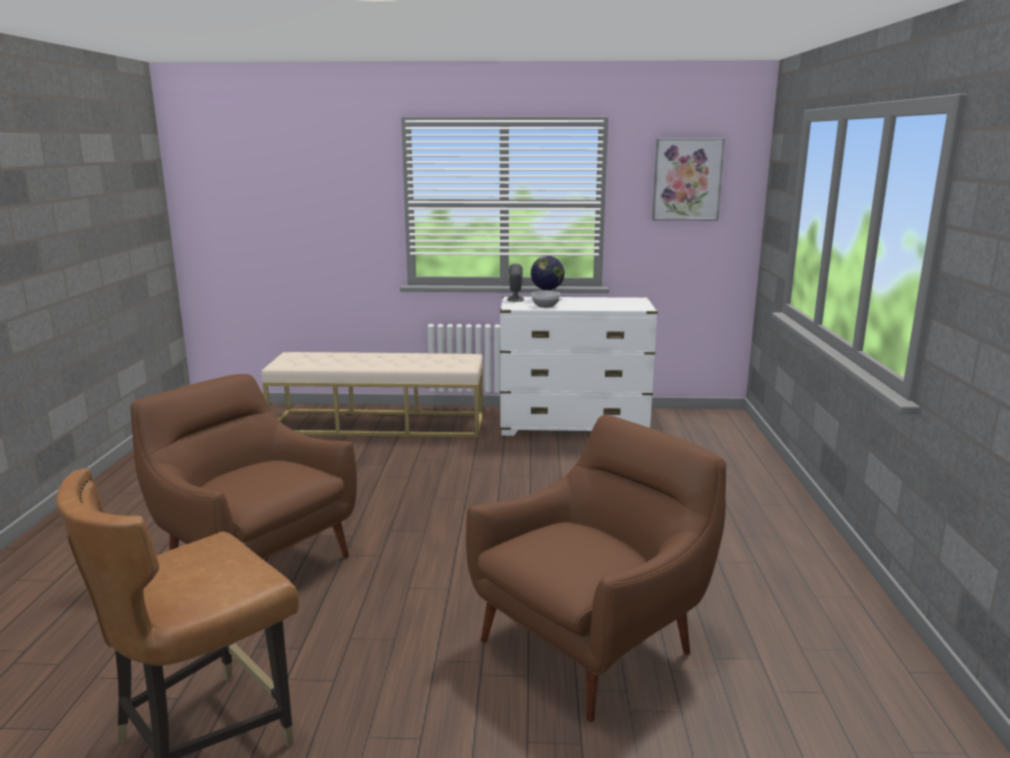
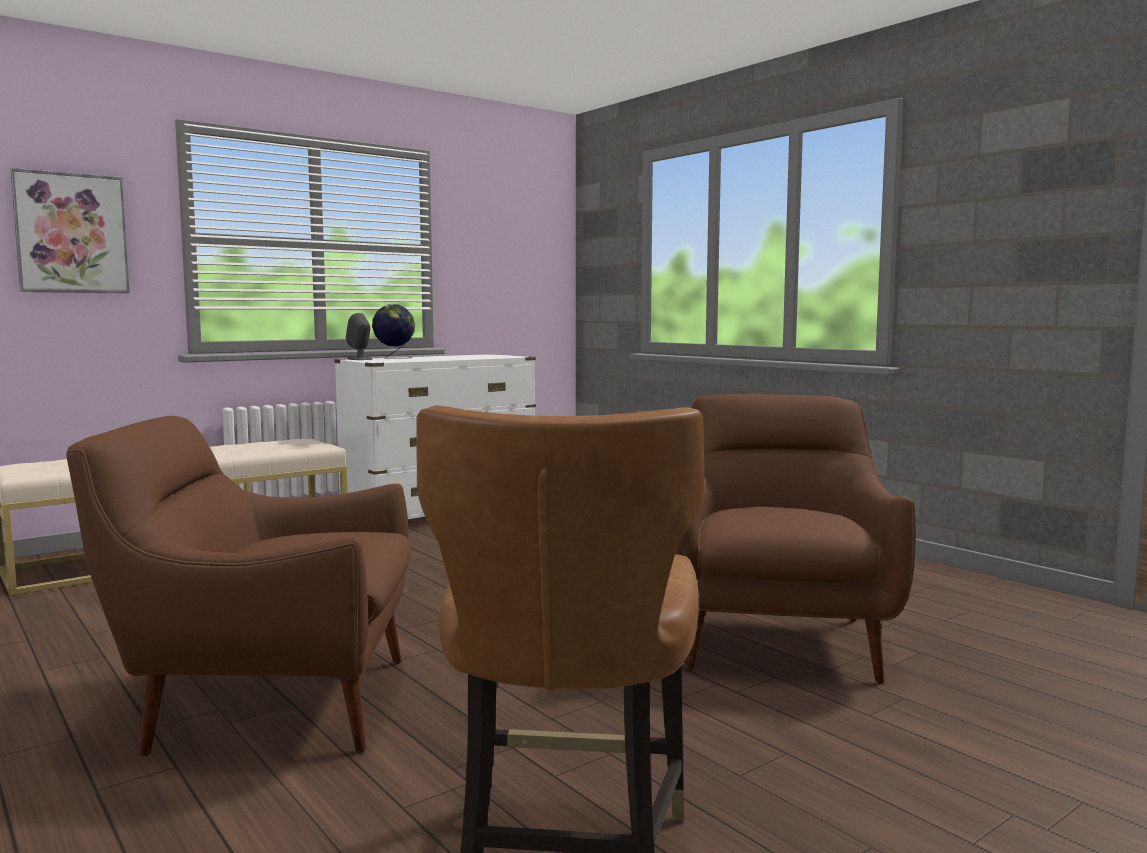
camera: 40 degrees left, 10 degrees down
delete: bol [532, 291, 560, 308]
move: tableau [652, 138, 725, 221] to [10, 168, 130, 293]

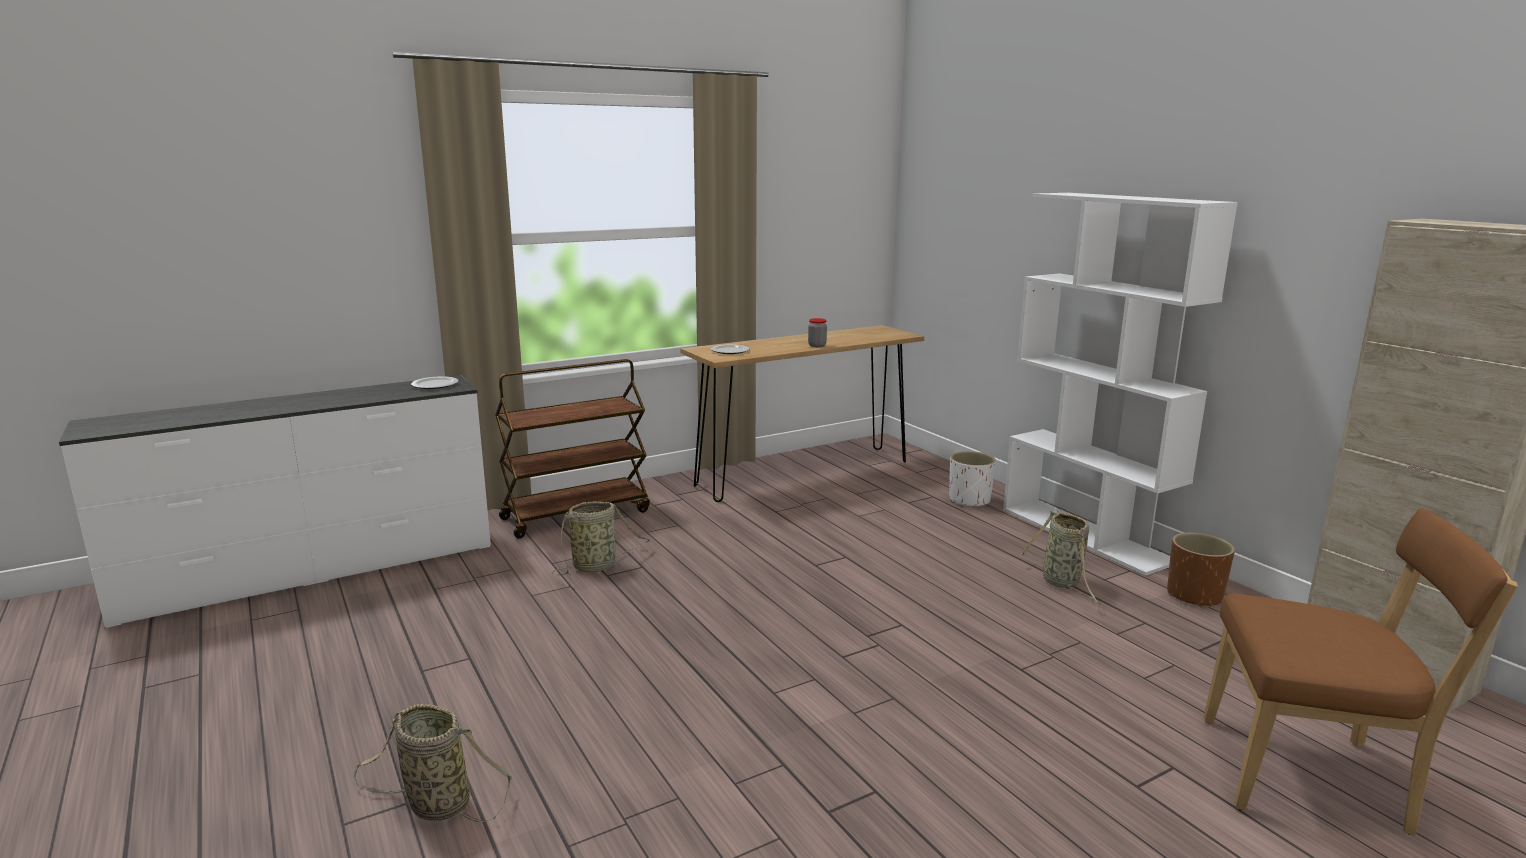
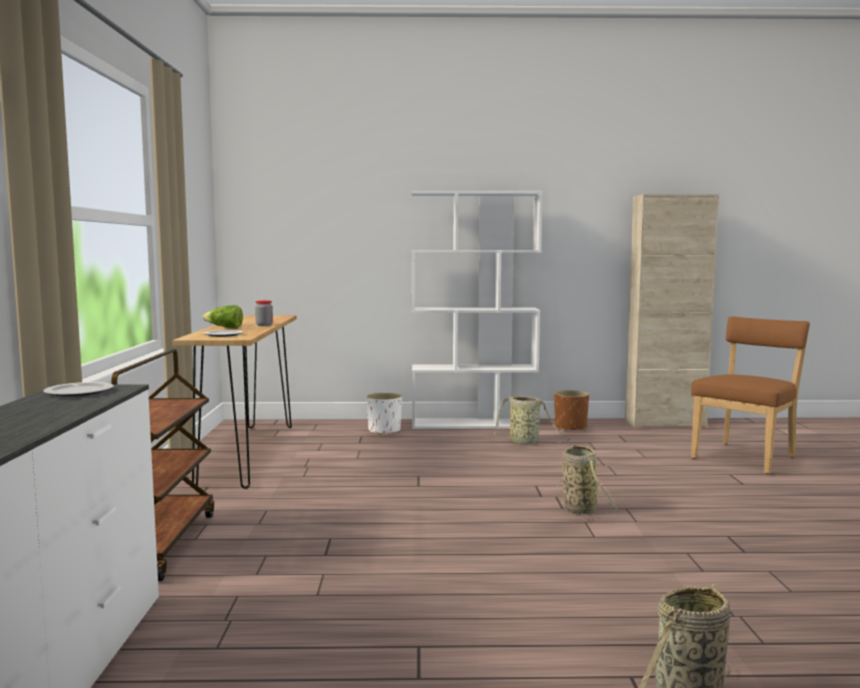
camera: 60 degrees left, 10 degrees down
insert: laitue [202, 305, 243, 328]
move: panier [552, 501, 651, 575] to [557, 445, 617, 521]

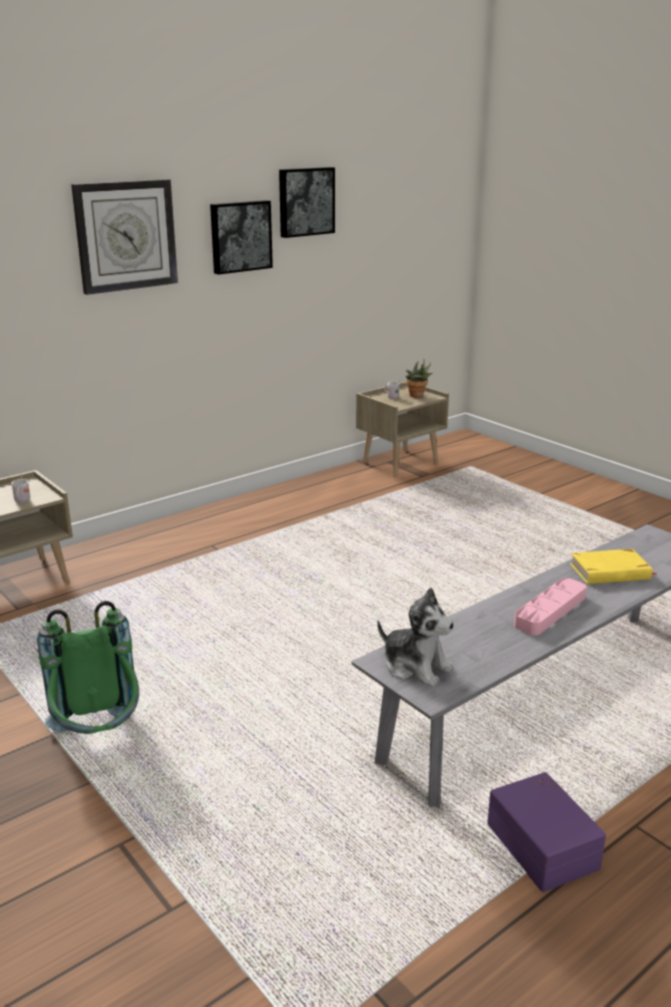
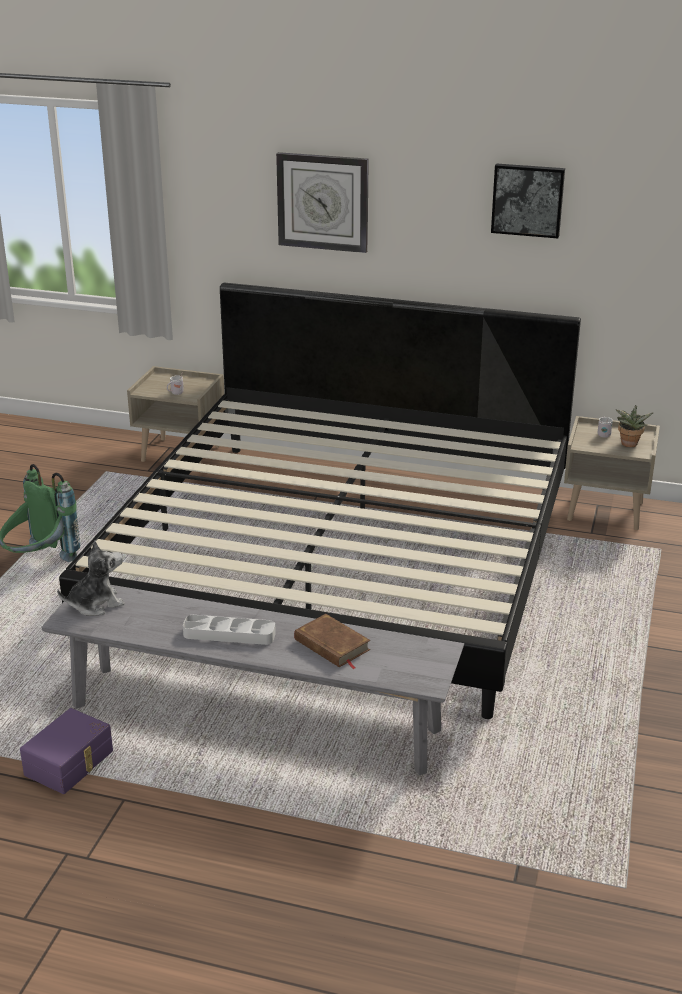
camera: 55 degrees right, 5 degrees up
delete: tableau [210, 200, 273, 275]
insert: lit [59, 282, 581, 719]
recolor: plateau [rose] [514, 578, 586, 635] to plateau [gris] [183, 615, 276, 645]; livre [jaune] [570, 549, 658, 584] to livre [marron] [294, 614, 370, 669]
rotate: peluche [377, 587, 454, 687] = [57, 540, 125, 616] 120 degrees counterclockwise

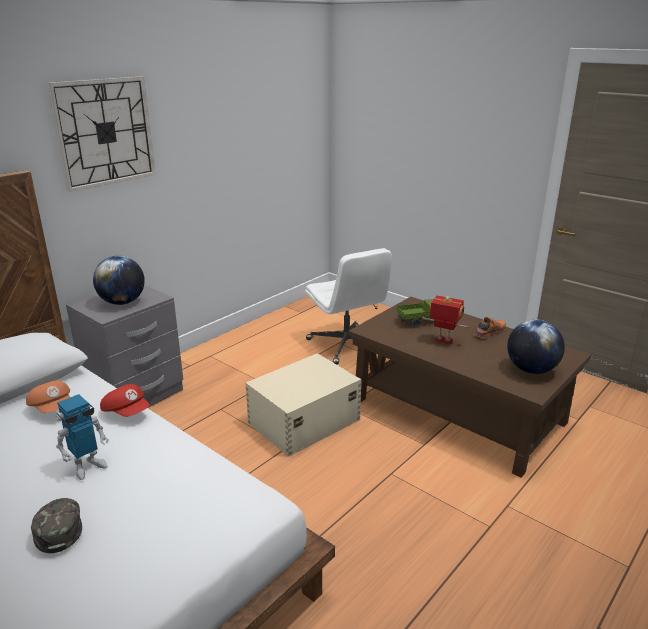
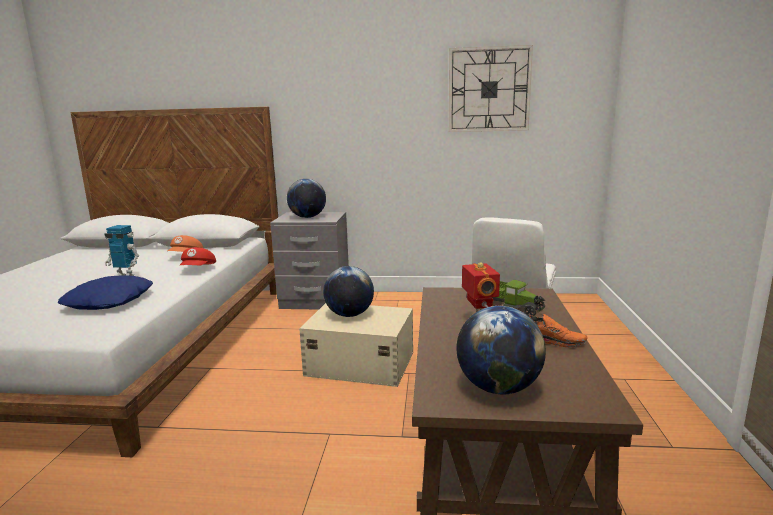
camera: 55 degrees right, 10 degrees down
delete: casquette [vert] [31, 498, 82, 553]
insert: coussin [bleu] [58, 275, 153, 310]; globe [323, 266, 374, 317]
move: horloge murale [47, 76, 156, 192] to [449, 45, 533, 132]

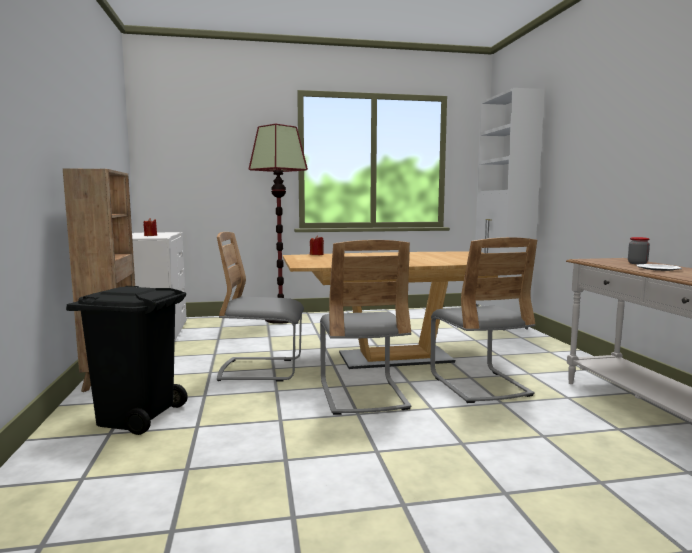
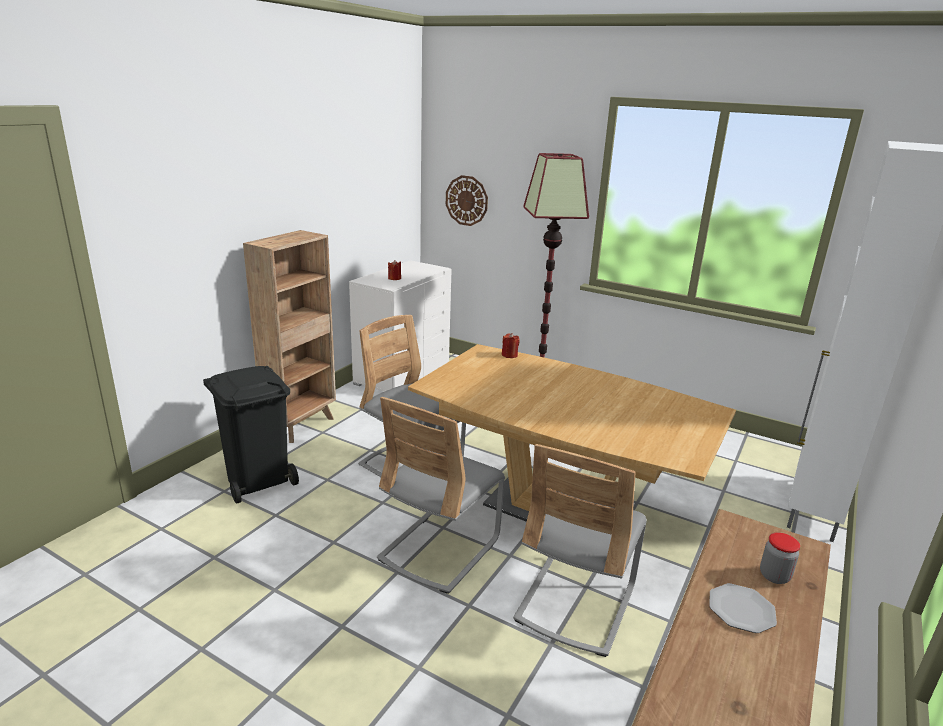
camera: 40 degrees right, 15 degrees up
insert: horloge murale [446, 175, 488, 226]

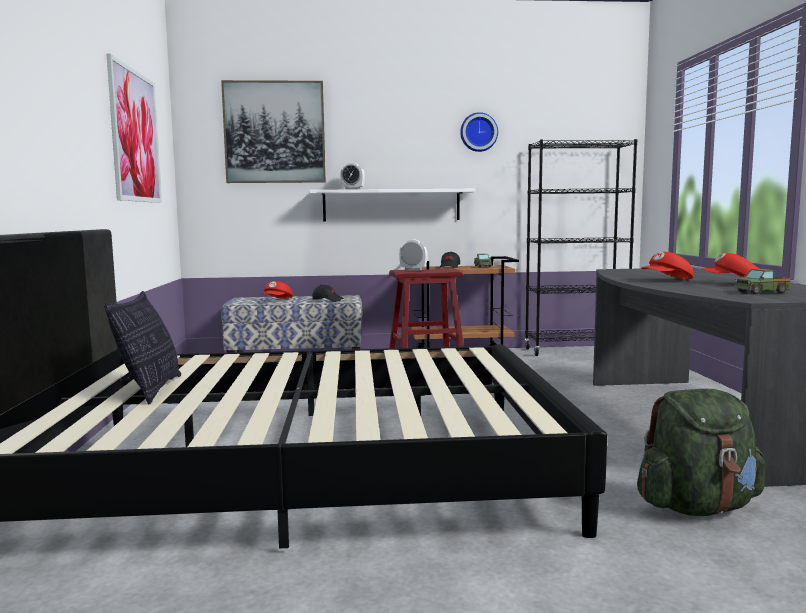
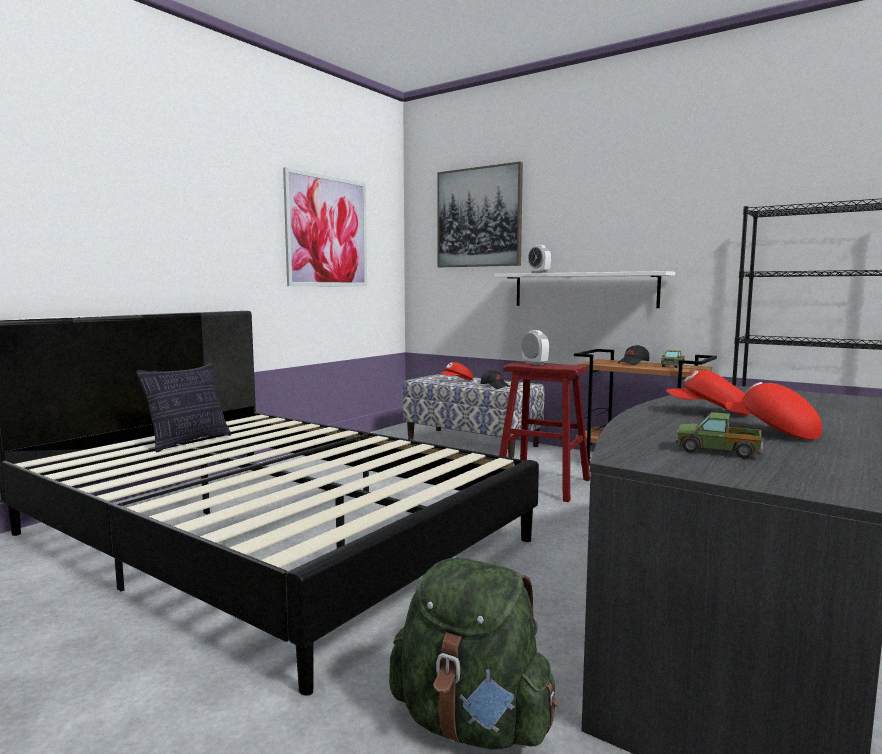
camera: 40 degrees right, 0 degrees up
delete: horloge murale [460, 112, 498, 152]

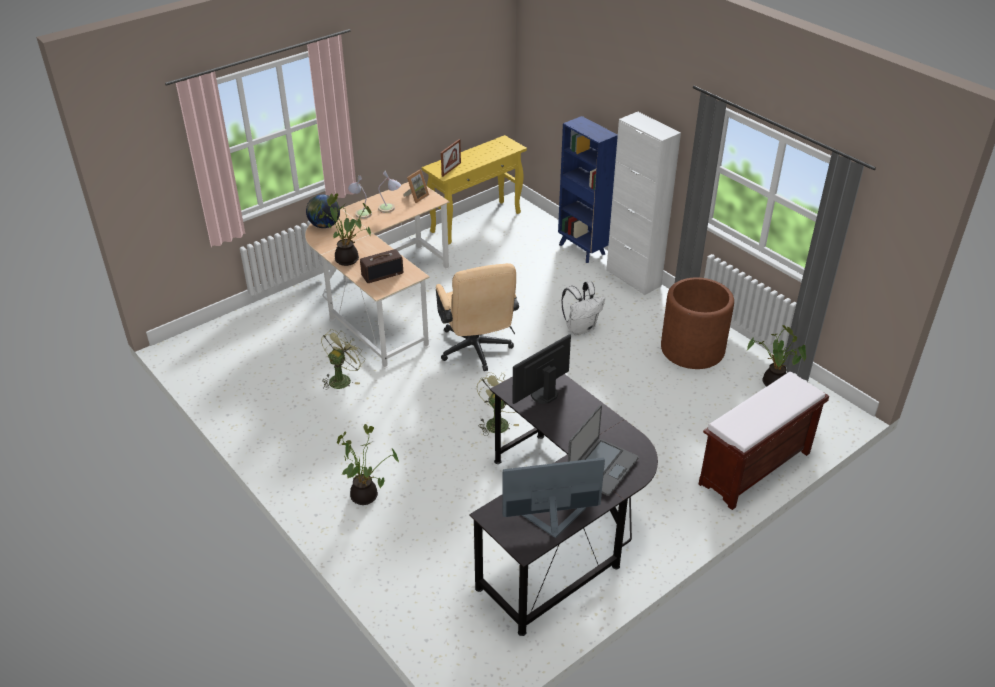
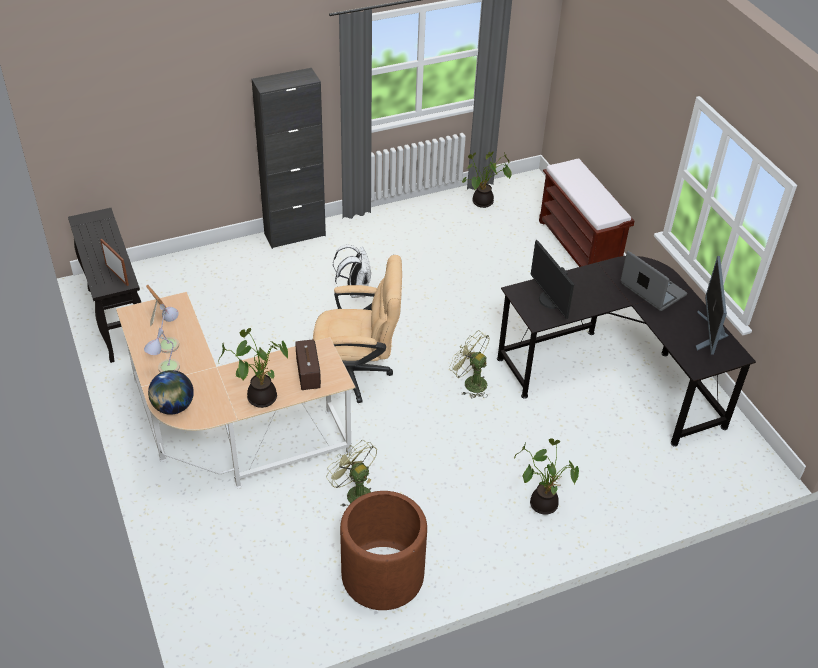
camera: 75 degrees left, 5 degrees up
delete: bibliothèque [bleu] [558, 116, 618, 263]
move: cache-pot [marron] [661, 278, 734, 369] to [340, 491, 427, 610]
recolor: table console [jaune] [422, 135, 527, 244] to table console [noir] [68, 208, 141, 363]; meuble de rangement [blanc] [606, 112, 681, 295] to meuble de rangement [noir] [252, 68, 326, 249]

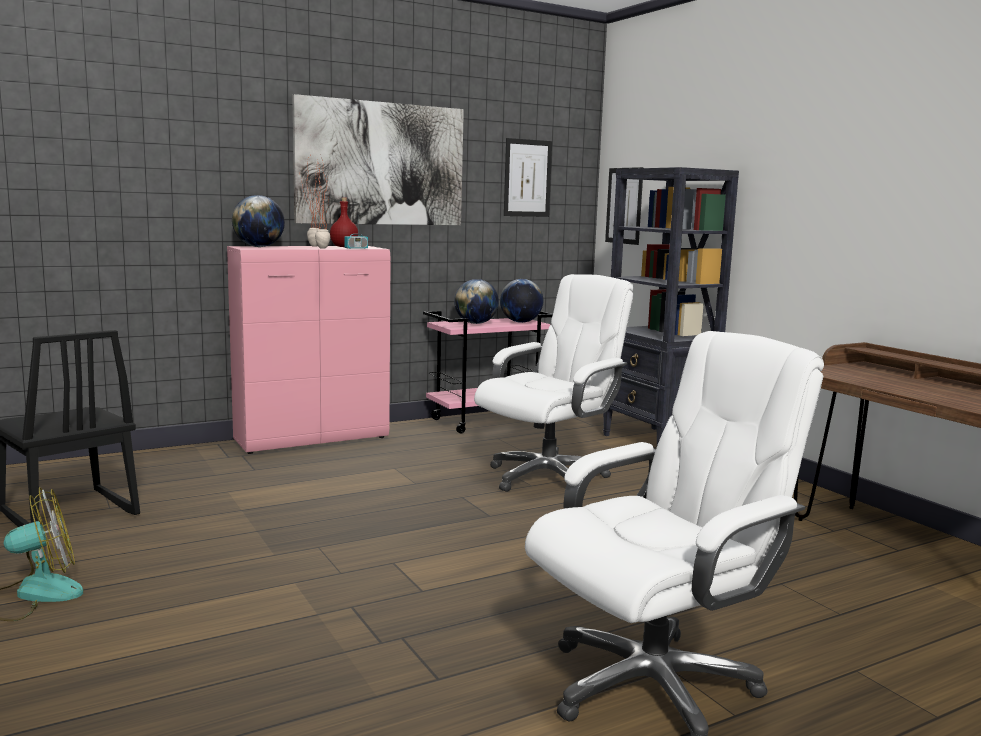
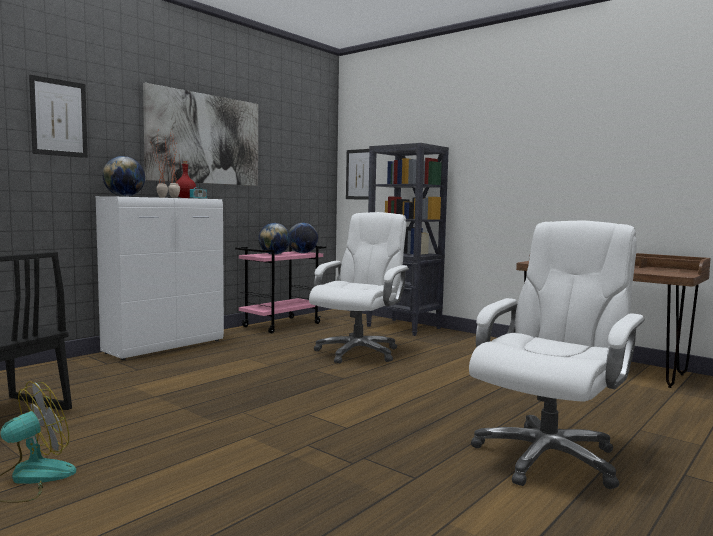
camera: 20 degrees left, 5 degrees down
move: tableau [504, 138, 552, 217] to [29, 75, 88, 158]
recolor: meuble de rangement [rose] [227, 246, 390, 454] to meuble de rangement [blanc] [96, 196, 224, 360]

